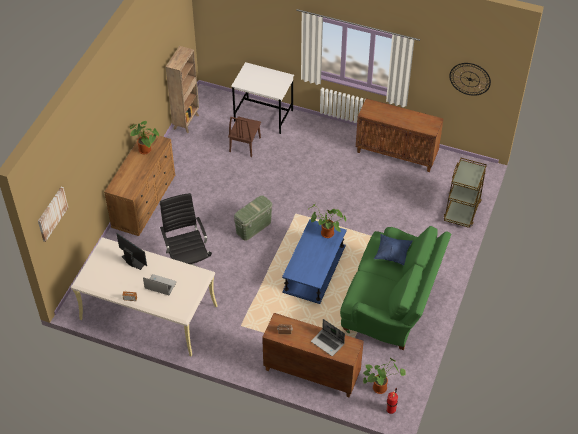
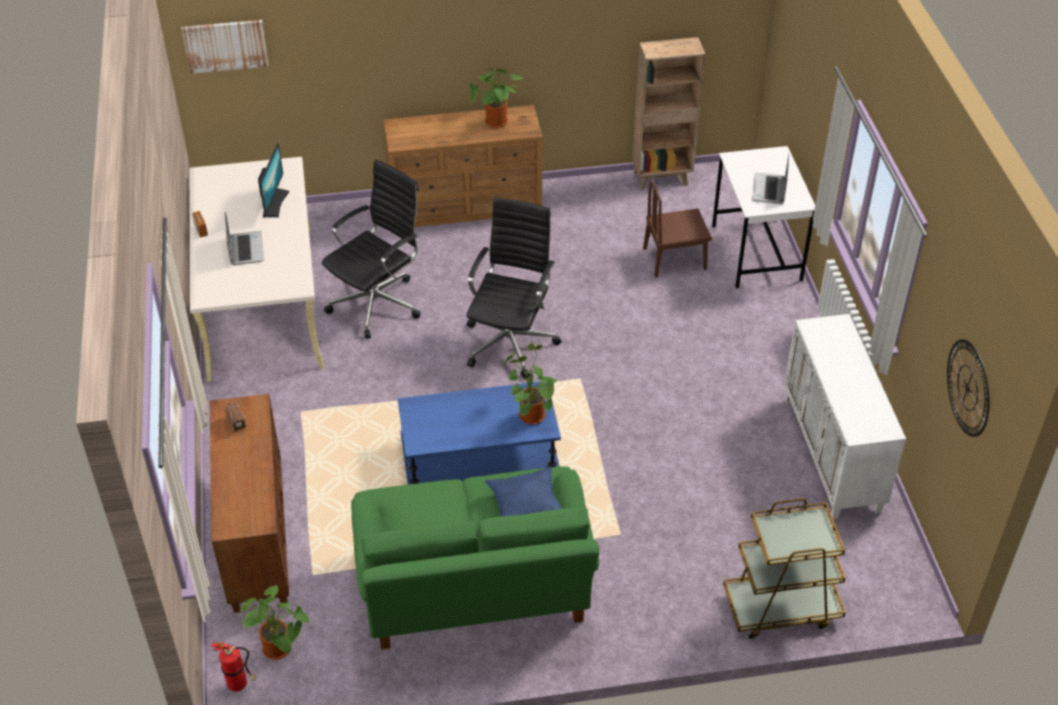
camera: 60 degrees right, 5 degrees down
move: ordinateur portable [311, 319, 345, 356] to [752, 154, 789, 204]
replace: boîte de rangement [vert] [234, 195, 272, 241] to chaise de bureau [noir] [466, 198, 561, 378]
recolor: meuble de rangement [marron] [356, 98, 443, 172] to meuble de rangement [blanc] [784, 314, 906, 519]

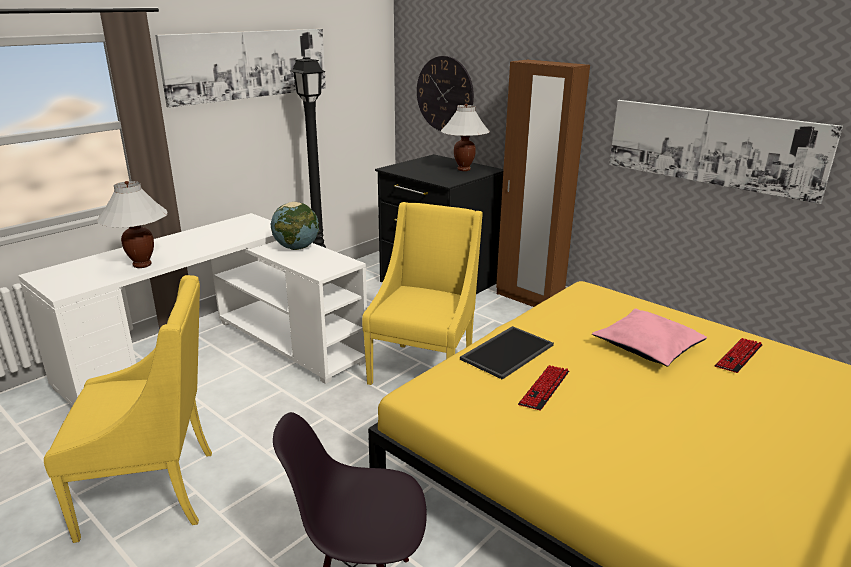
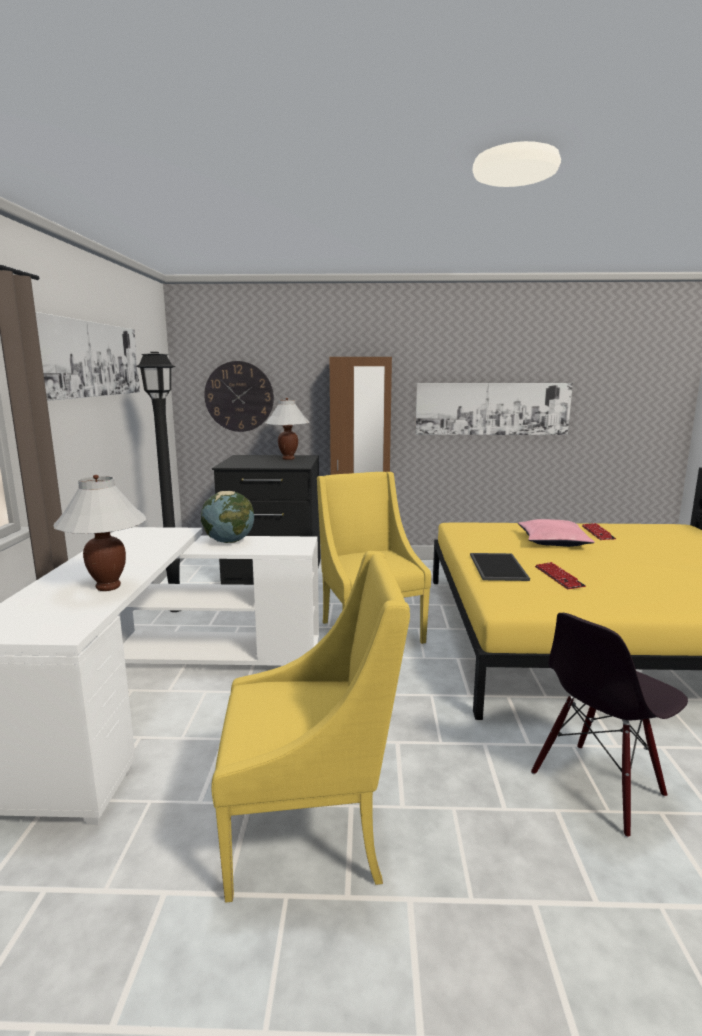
camera: 40 degrees left, 10 degrees down
rotate: fauteuil [jaune] [44, 275, 212, 543] = [211, 551, 410, 903] 45 degrees clockwise

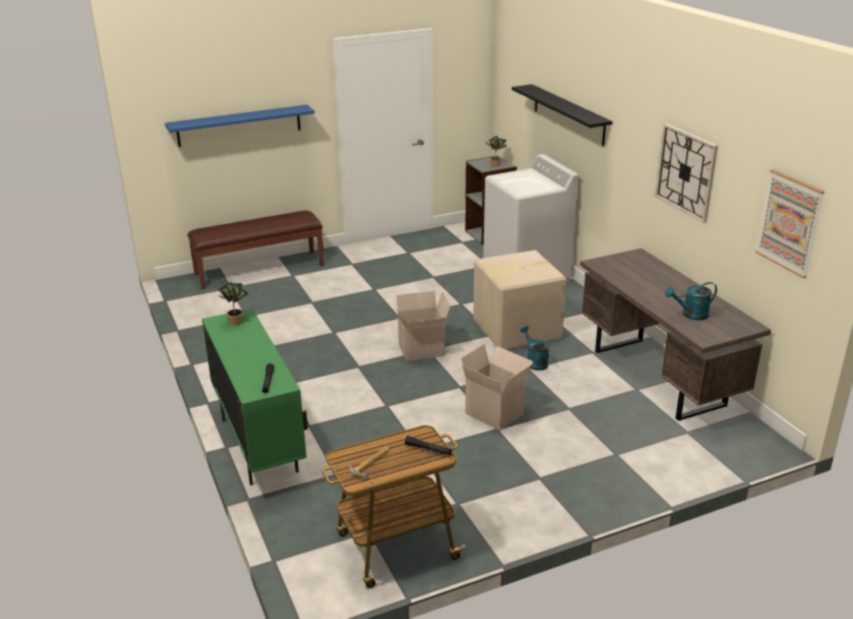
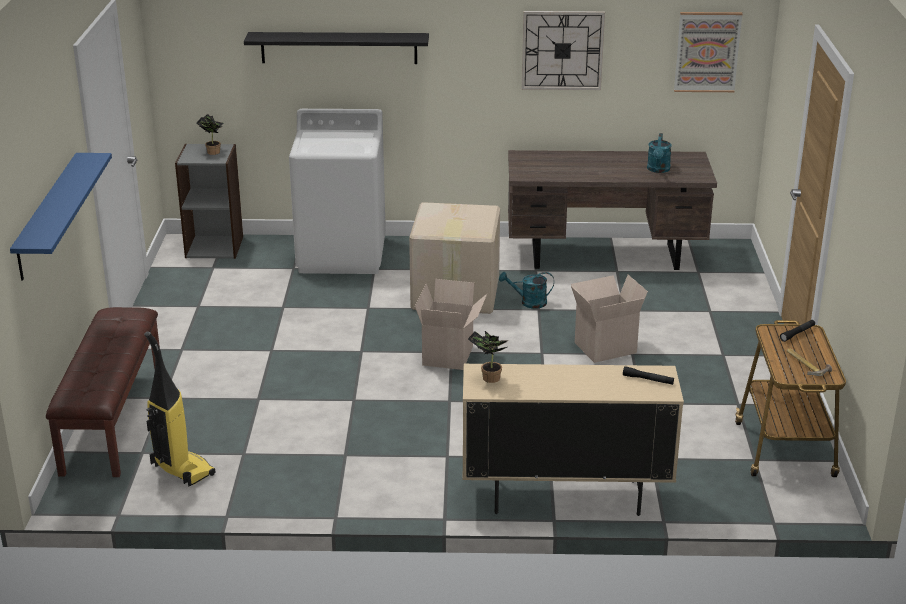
camera: 65 degrees left, 0 degrees up
insert: aspirateur [144, 331, 215, 486]
recolor: meuble de rangement [vert] [202, 308, 308, 486] to meuble de rangement [beige] [462, 364, 684, 516]

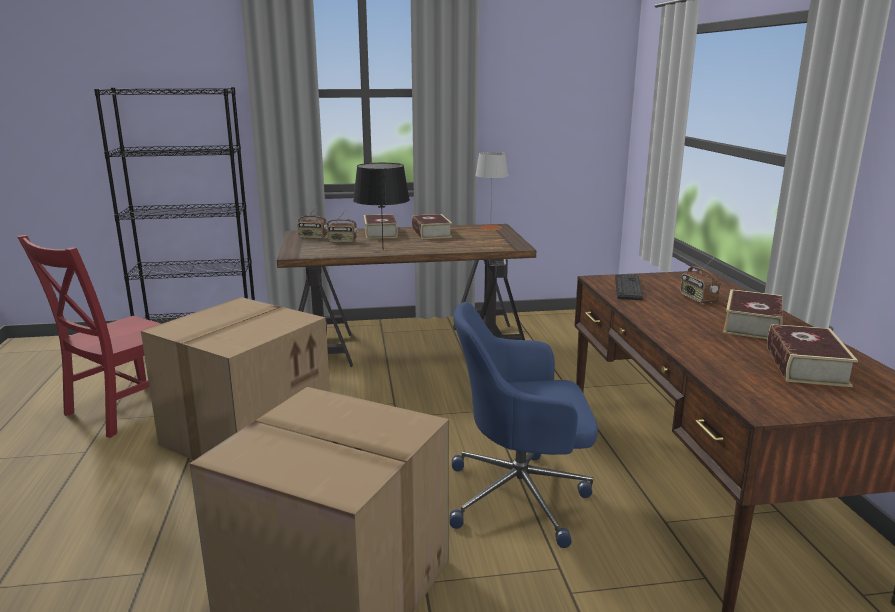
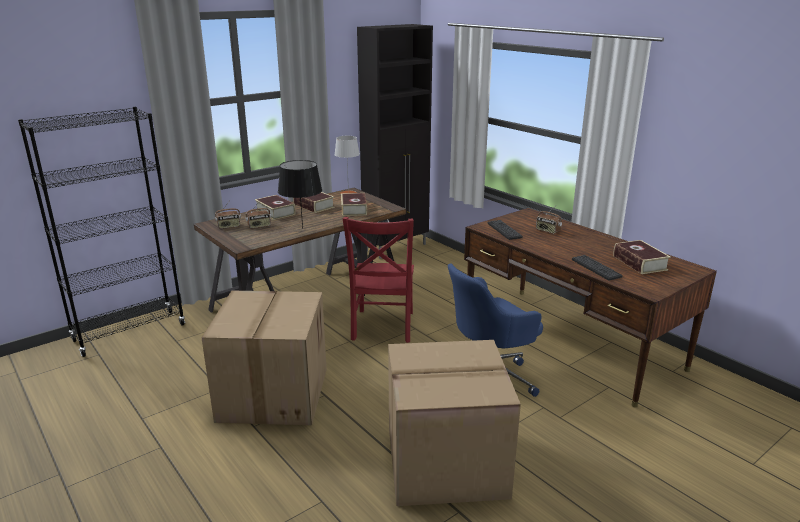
camera: 30 degrees left, 5 degrees up
insert: meuble de rangement [noir] [357, 24, 433, 259]; clavier [572, 255, 623, 281]
move: chaise [rouge] [17, 235, 161, 438] to [343, 217, 414, 343]; livre [723, 289, 783, 339] to [341, 193, 367, 216]

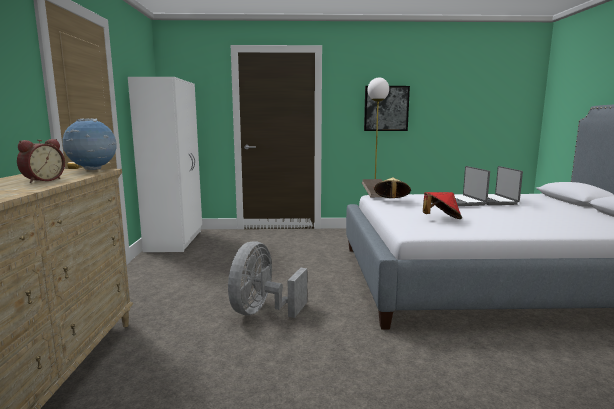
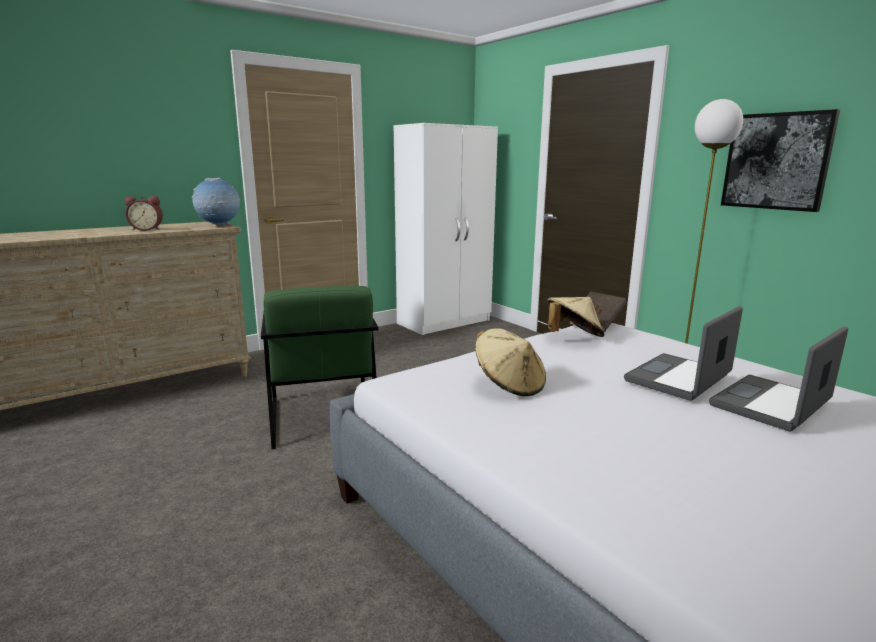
camera: 55 degrees right, 5 degrees up
replace: ventilateur [gris] [228, 241, 307, 318] to fauteuil [vert] [261, 286, 378, 449]
recolor: chapeau [rouge] [423, 192, 462, 219] to chapeau [beige] [475, 328, 546, 396]

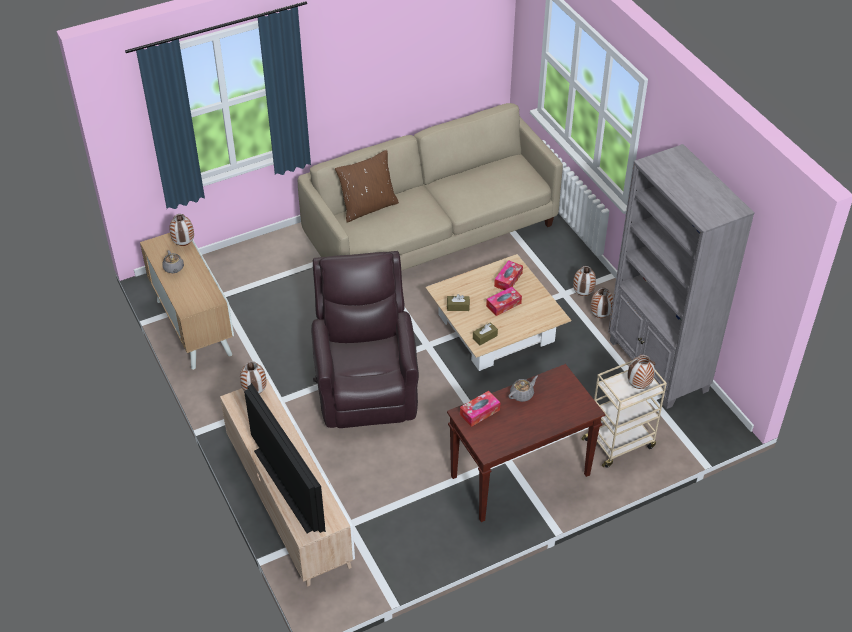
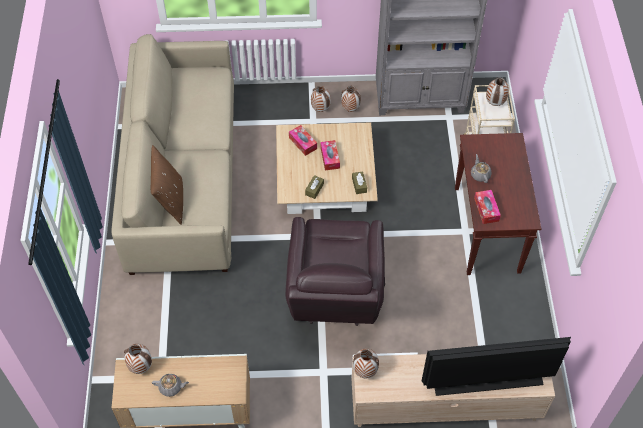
camera: 65 degrees left, 10 degrees up
rotate: fauteuil [marron] [311, 251, 419, 428] = [285, 217, 385, 326] 105 degrees counterclockwise

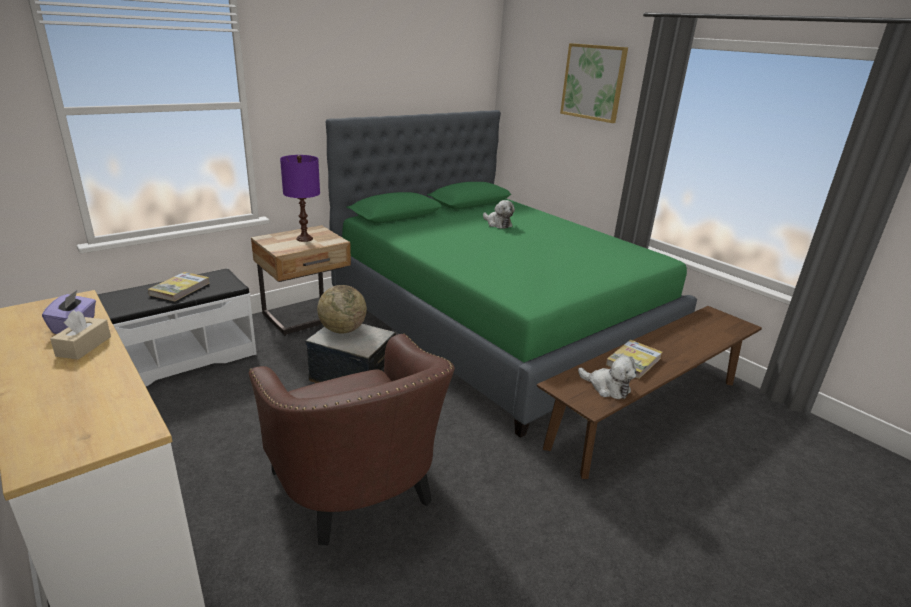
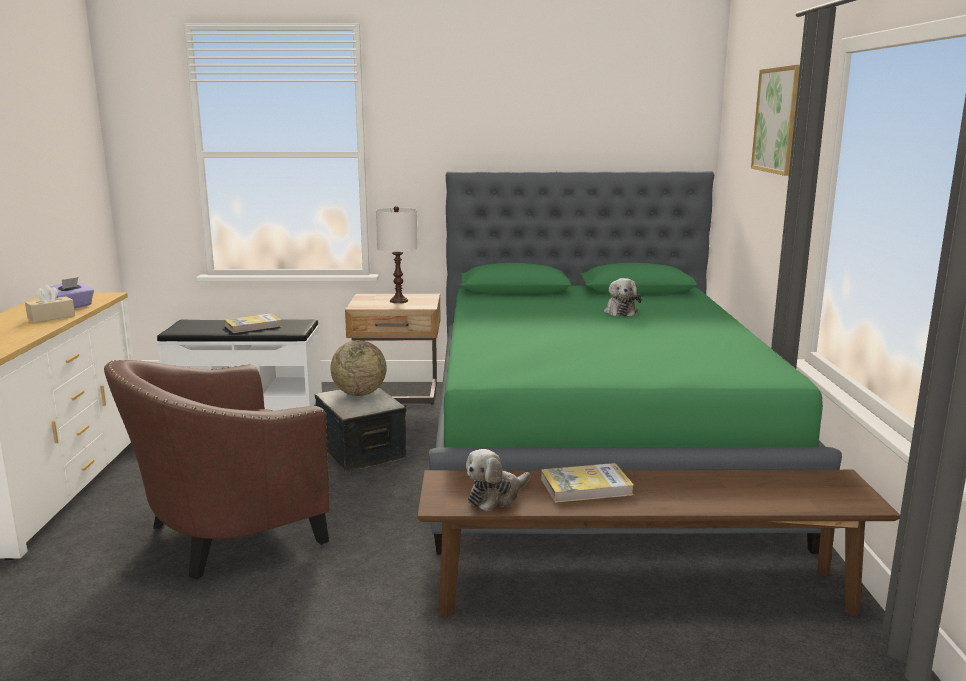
camera: 40 degrees right, 10 degrees down
recolor: lampe de table [violet] [280, 155, 320, 242] to lampe de table [blanc] [376, 206, 418, 303]
rotate: fauteuil [marron] [248, 333, 455, 545] = [104, 360, 330, 579] 45 degrees clockwise; peluche [578, 356, 637, 399] = [466, 449, 530, 511] 60 degrees clockwise

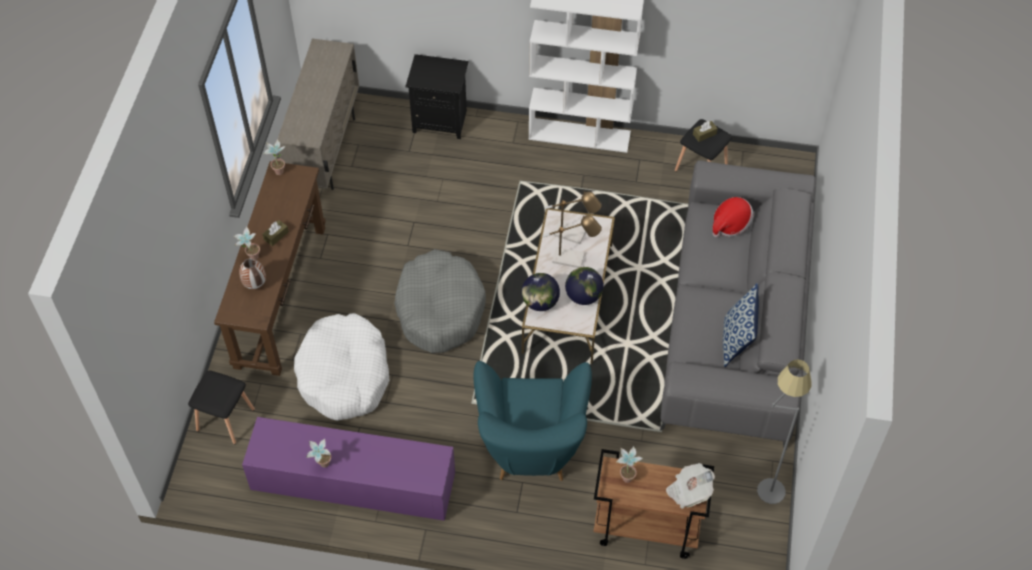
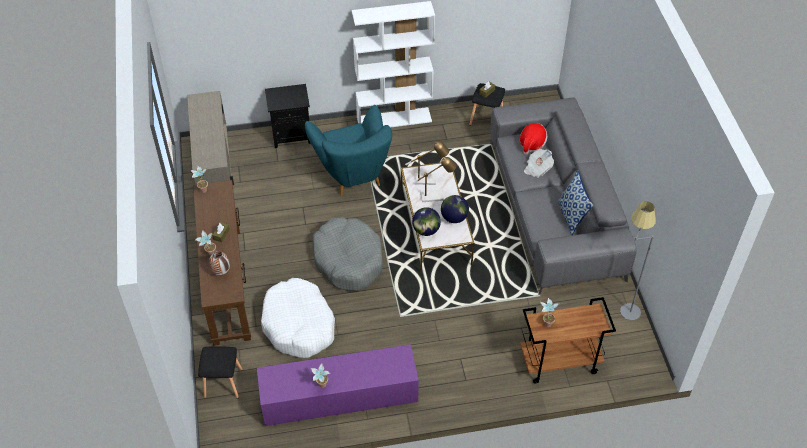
camera: 20 degrees left, 5 degrees down
move: fauteuil [turquoise] [474, 361, 592, 481] to [305, 105, 392, 196]; journal [666, 463, 715, 509] to [524, 149, 554, 178]

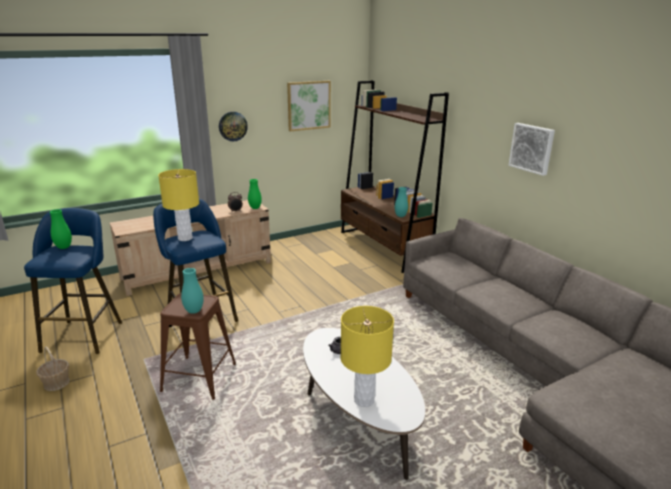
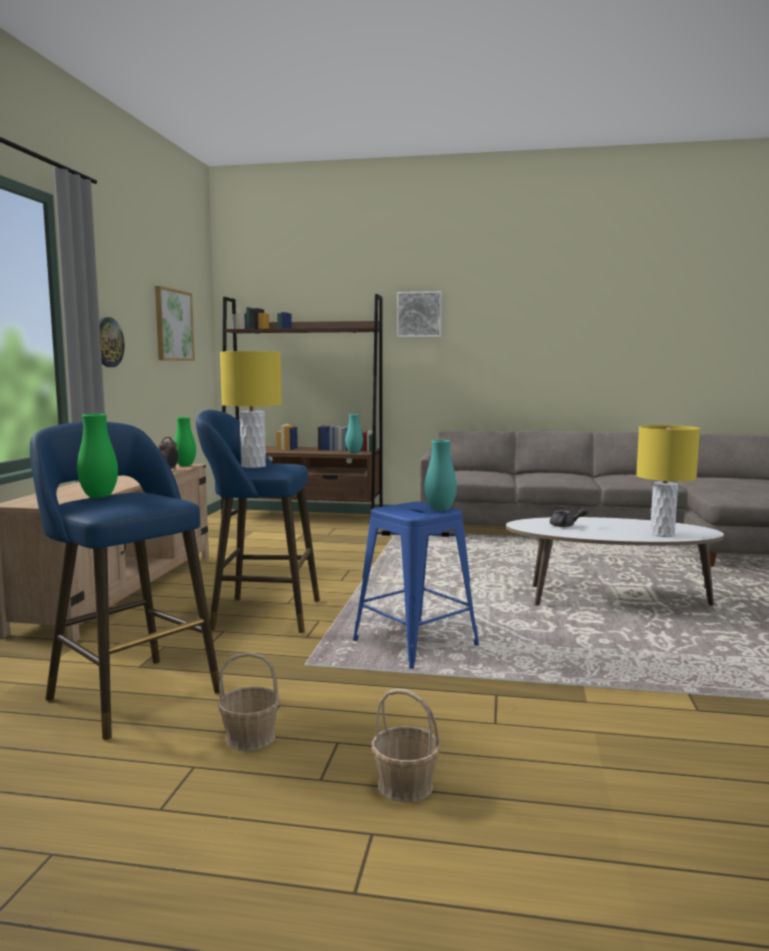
camera: 50 degrees left, 15 degrees down
insert: panier [371, 688, 441, 802]
move: tableau [508, 123, 555, 176] to [397, 291, 442, 338]
recolor: tabouret [marron] [160, 293, 236, 400] to tabouret [bleu] [353, 501, 479, 669]

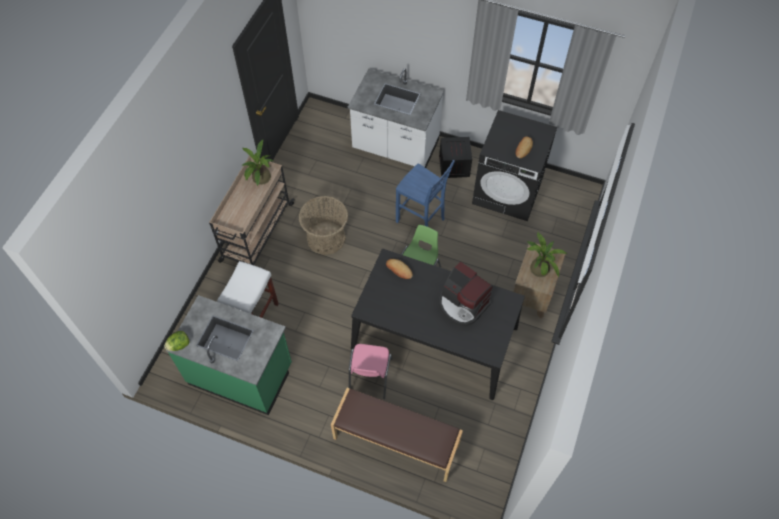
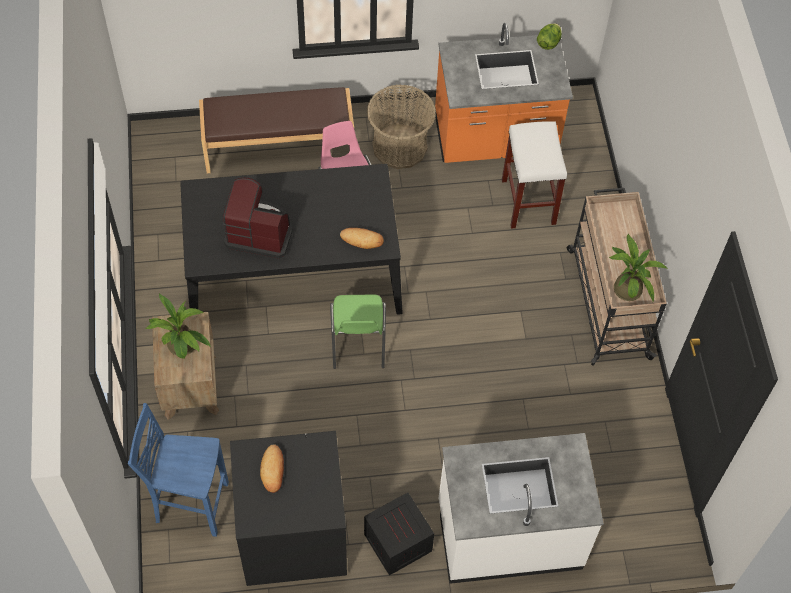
camera: 150 degrees right, 0 degrees up
move: panier [299, 196, 348, 255] to [367, 85, 436, 169]; tabouret [bleu] [396, 160, 455, 227] to [128, 403, 229, 537]
recolor: comptoir de cuisine [vert] [166, 295, 292, 415] to comptoir de cuisine [orange] [435, 23, 573, 163]

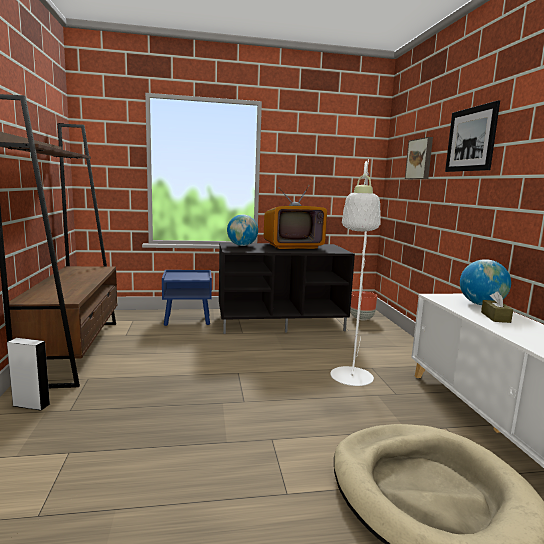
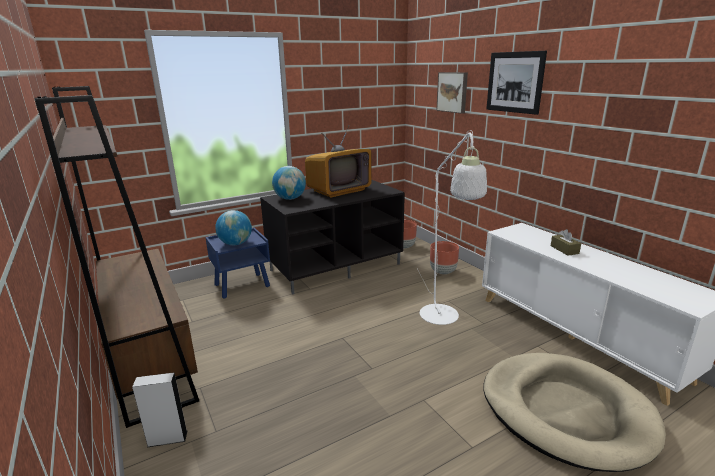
camera: 20 degrees left, 10 degrees up
insert: cache-pot [marron] [430, 241, 459, 274]
move: globe [460, 259, 511, 305] to [215, 210, 252, 245]

